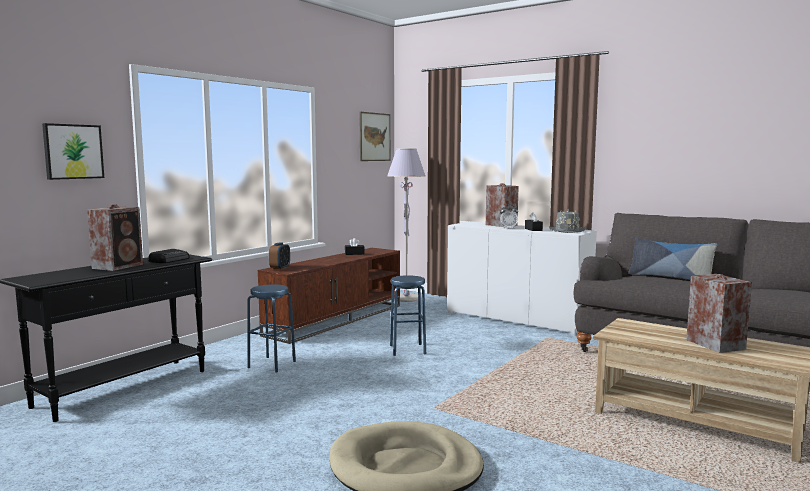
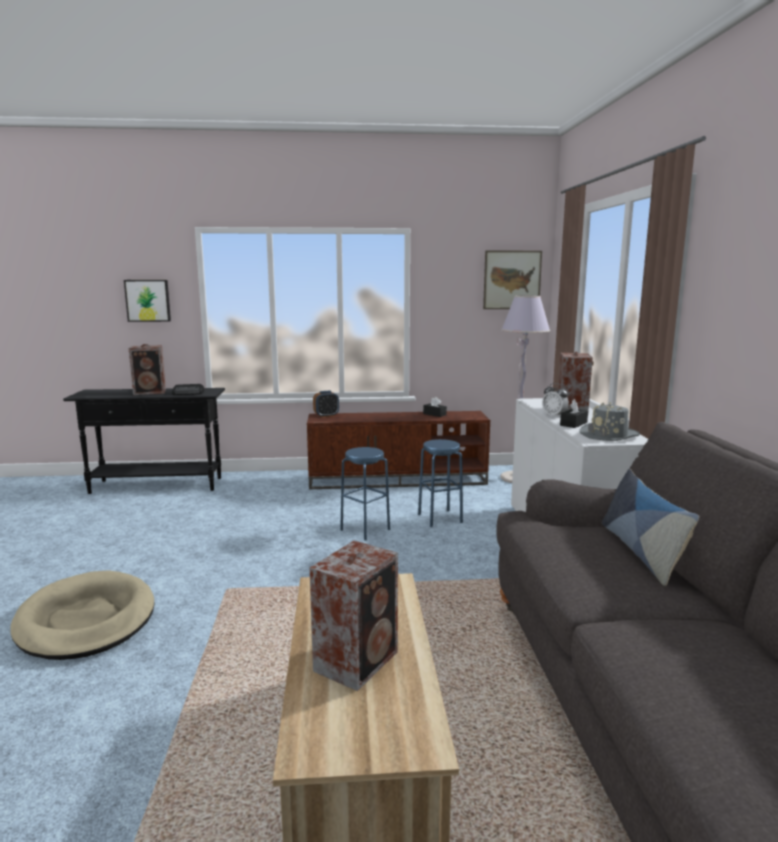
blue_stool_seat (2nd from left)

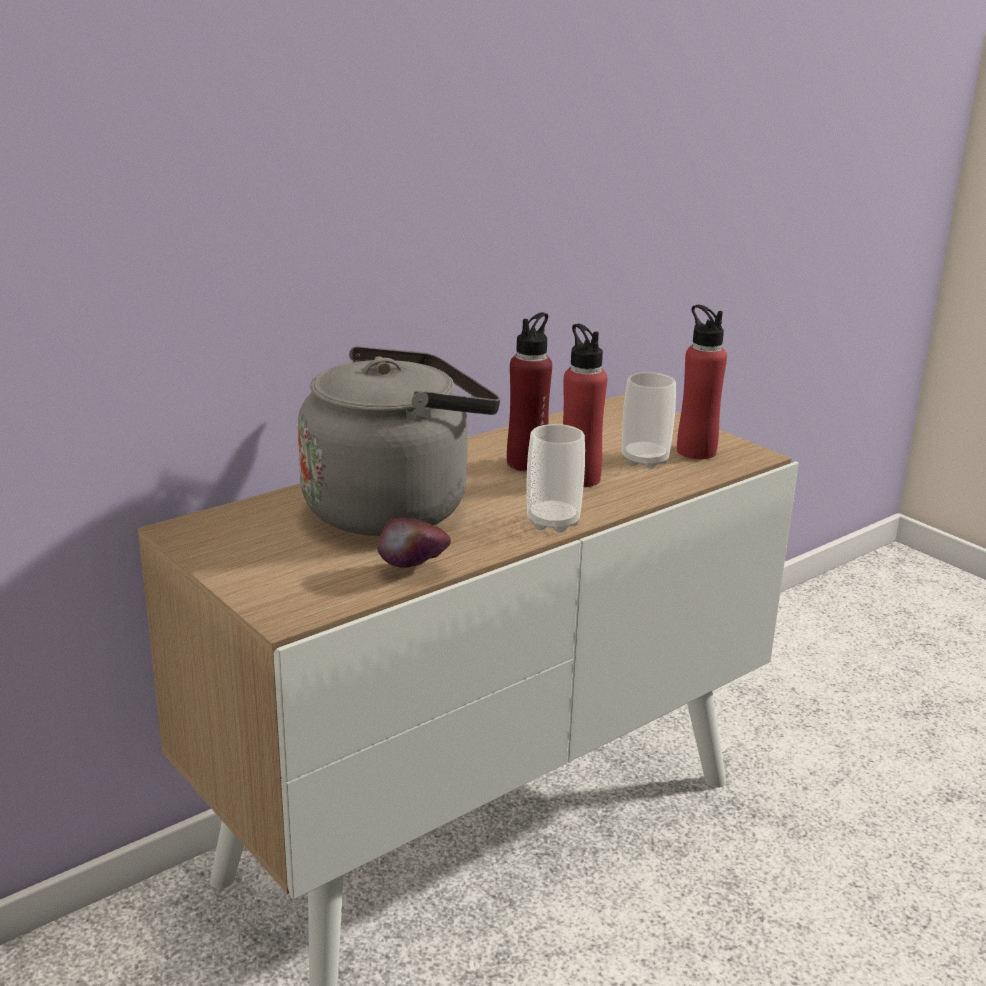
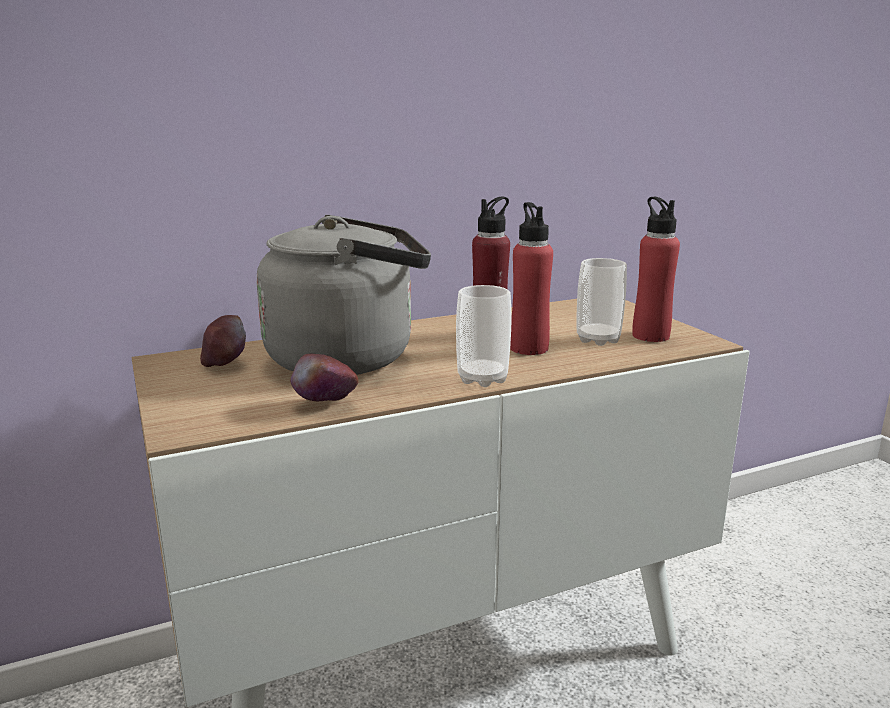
apple_fruit (1st from left)

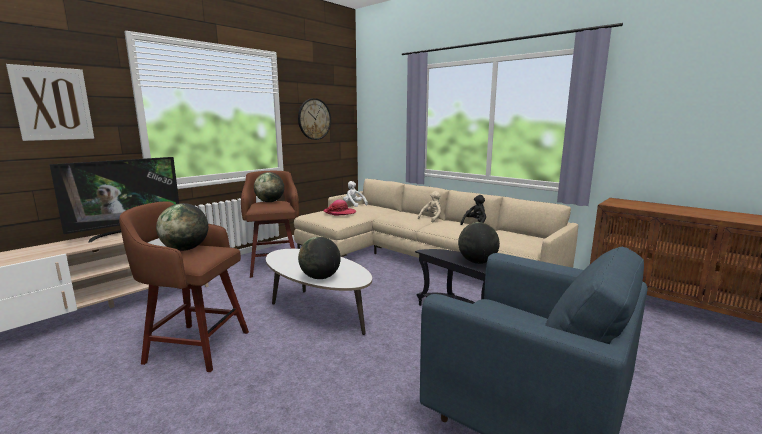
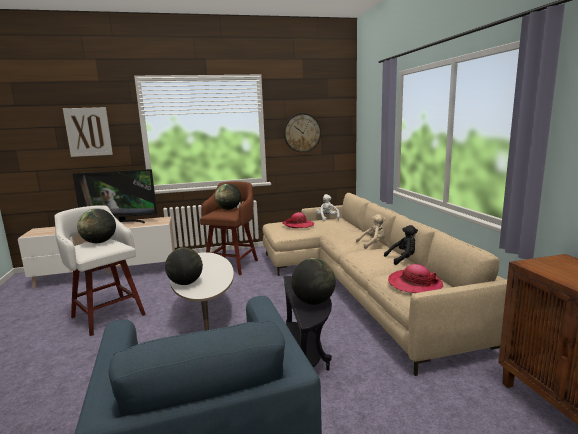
whitish_stool_seat
hat (2nd from left)

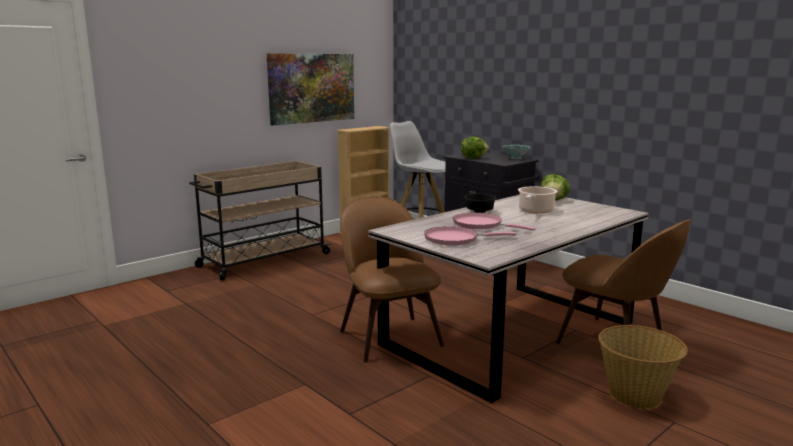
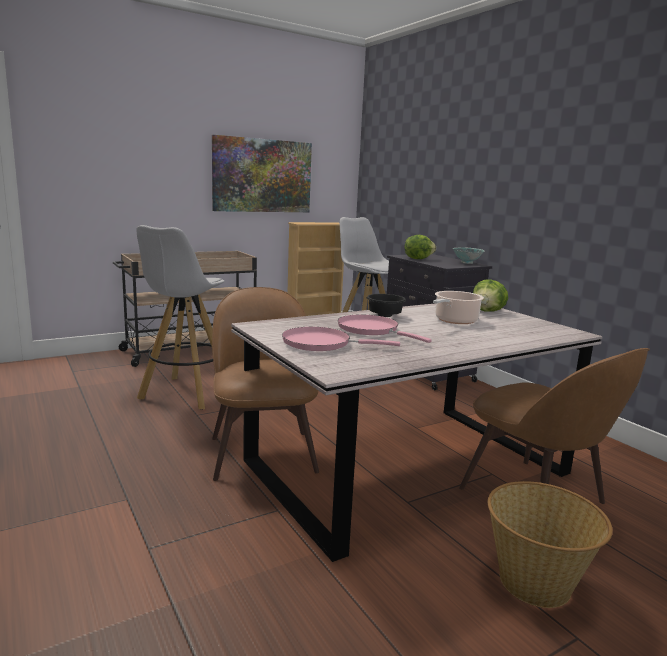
whitish_stool_seat (1st from left)

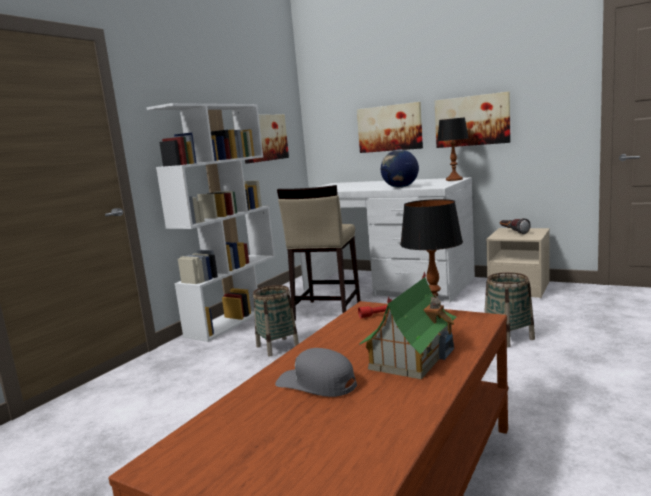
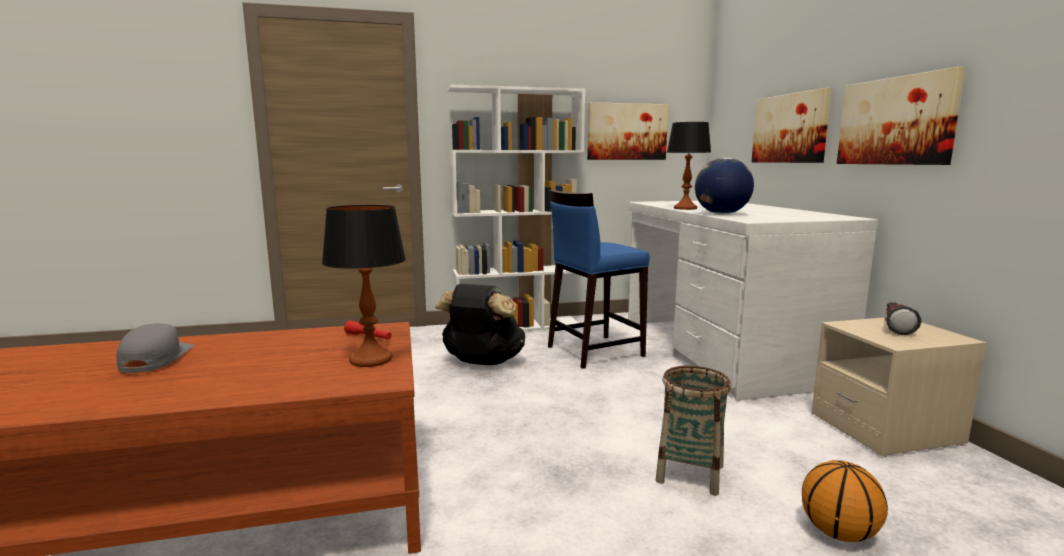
black-coloured_rucksack
blue_stool_seat
tabletop_lamp (2nd from left)
ball_for_basketball
miniature_house

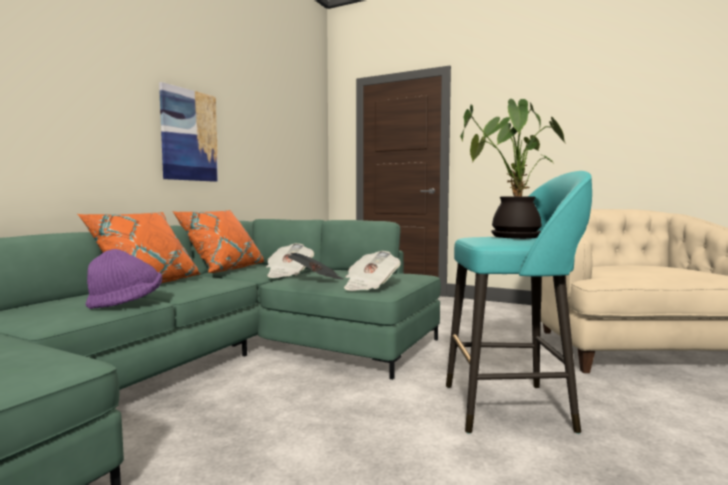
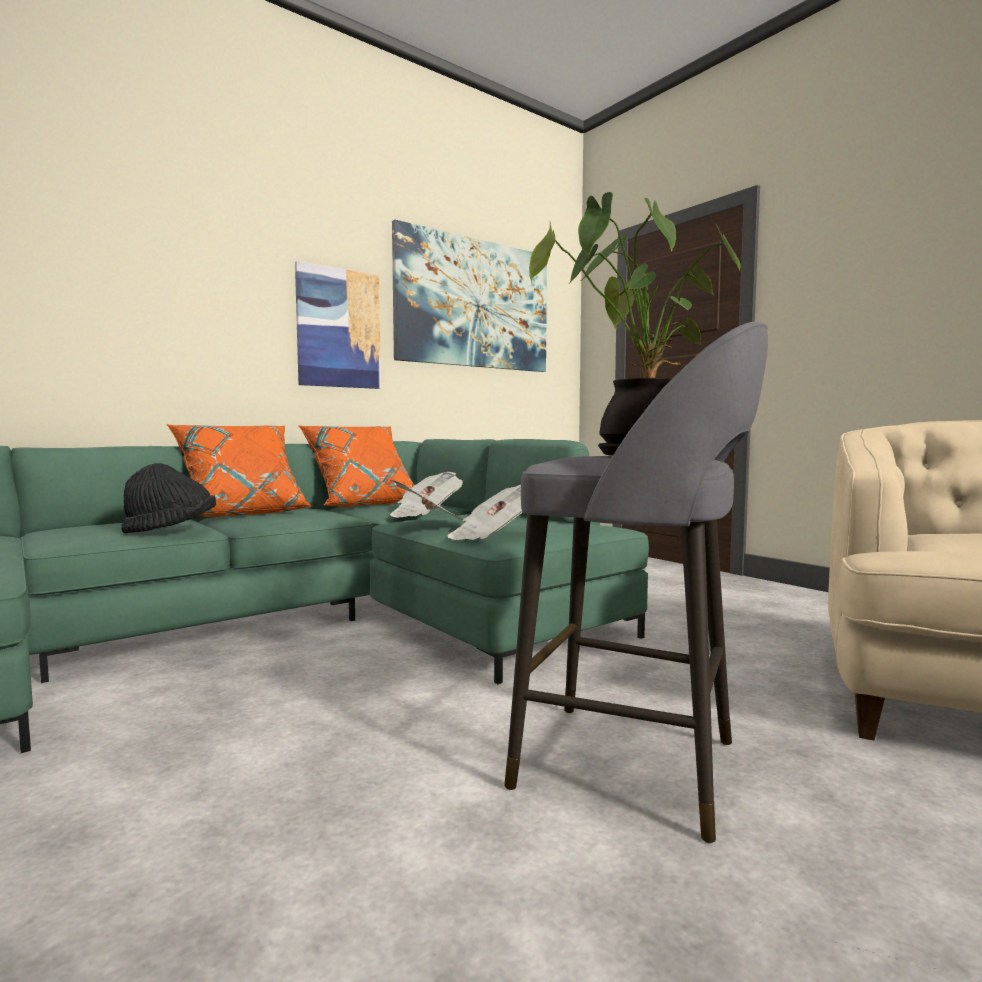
black-coloured_hat
wall_art (2nd from left)
gray_stool_seat

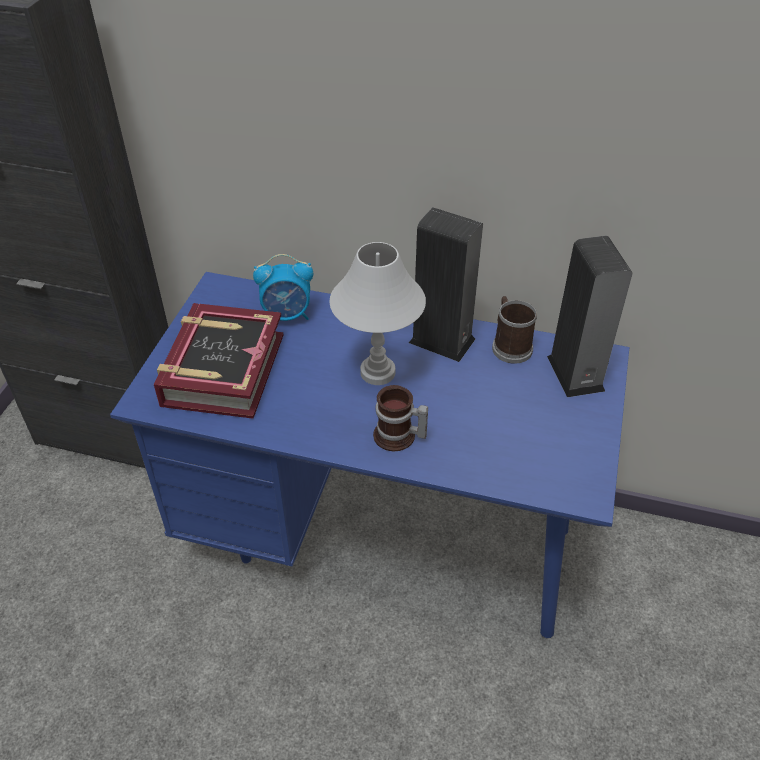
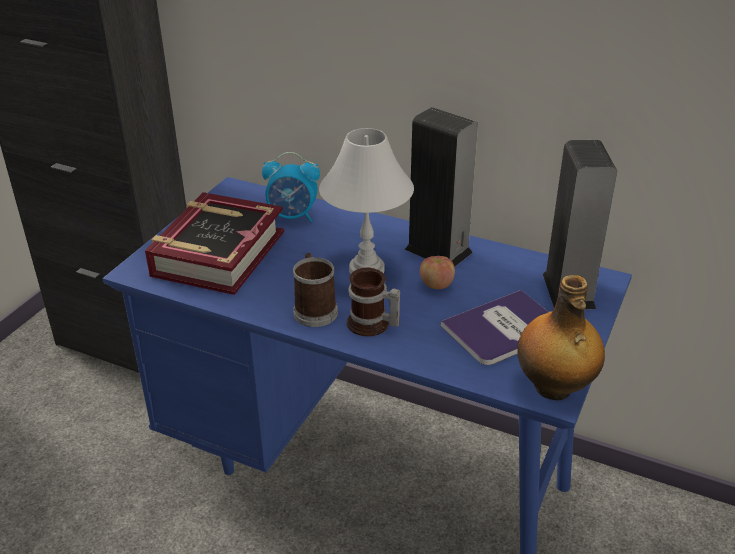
coffee_mug (1st from left)
apple_fruit
bound_book (2nd from left)
bottle

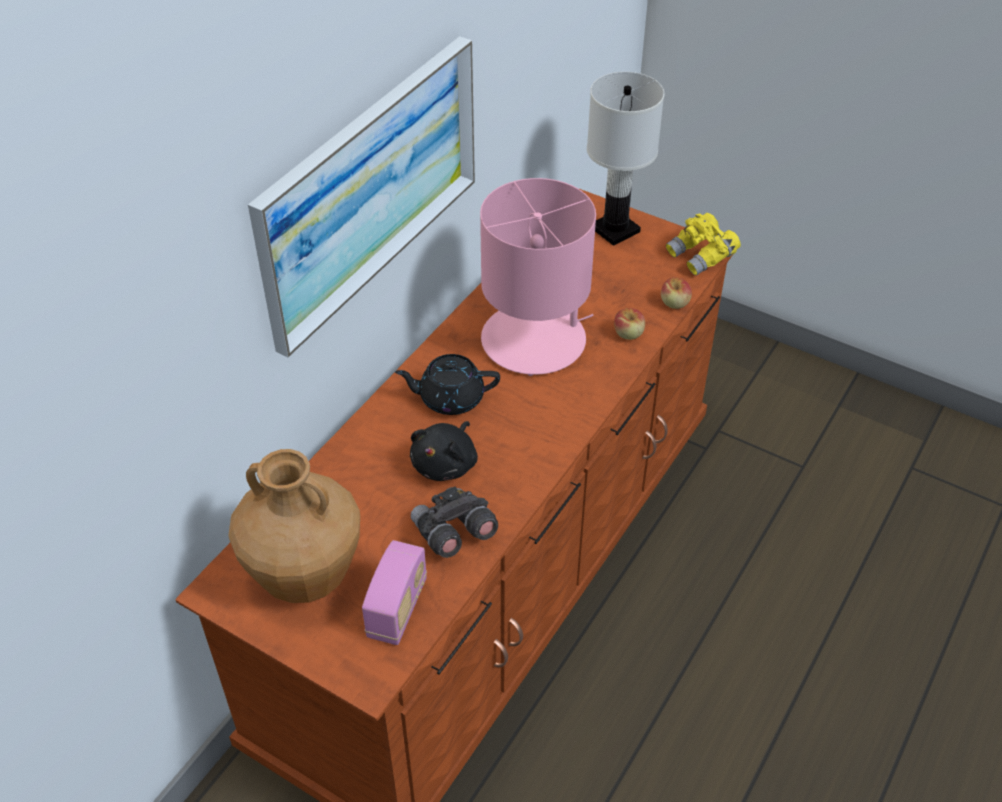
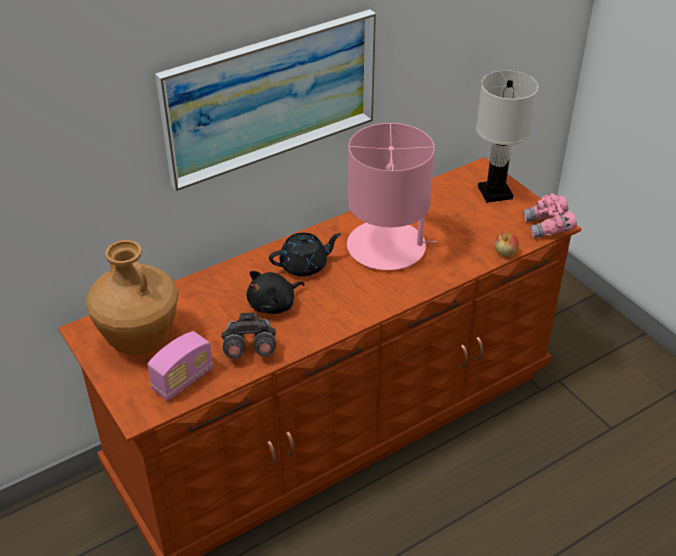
black-coloured_tea_pot
pinkish_binoculars
apple_fruit (1st from left in the first image)

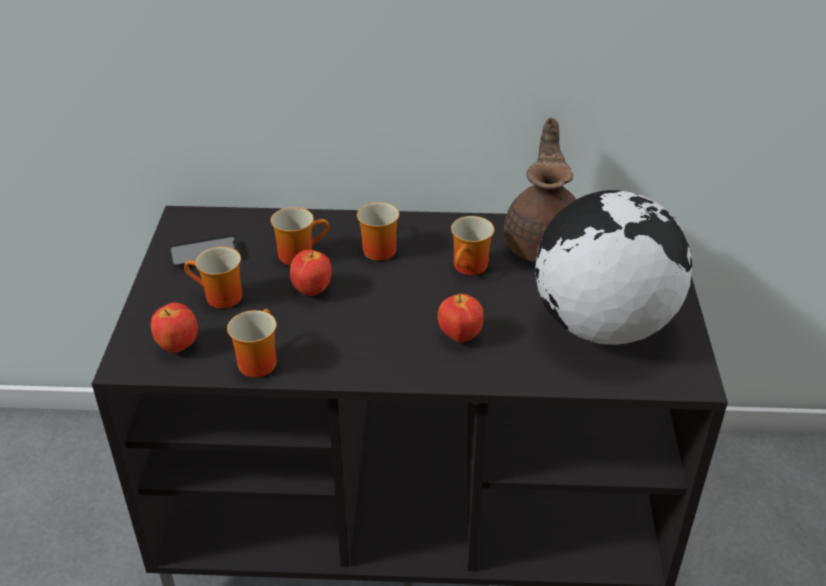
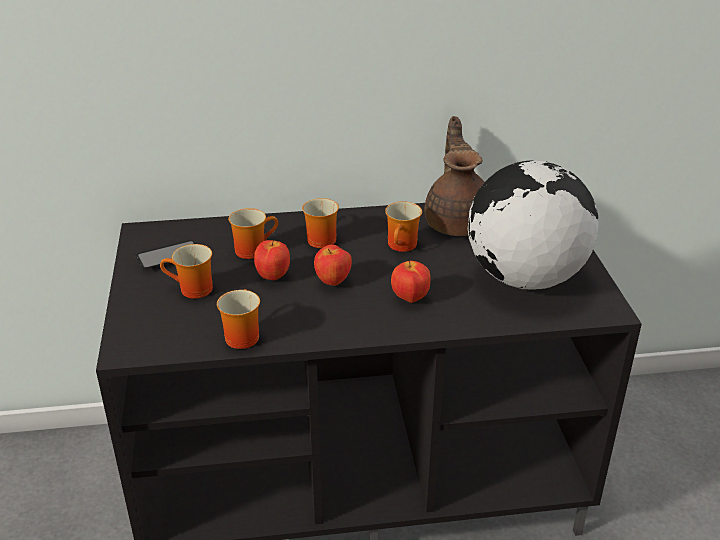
apple_fruit (2nd from left)

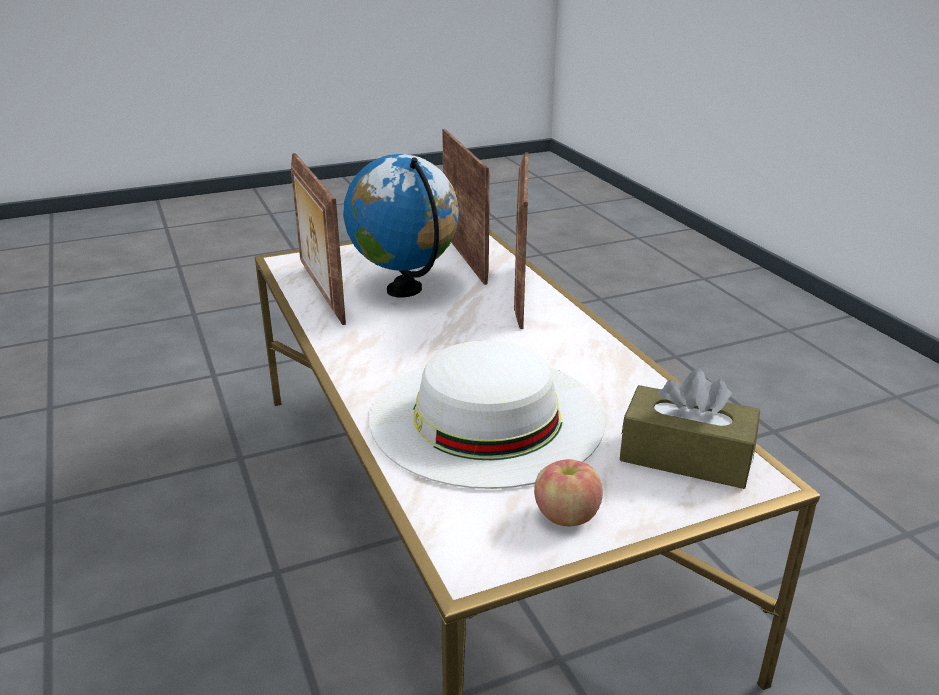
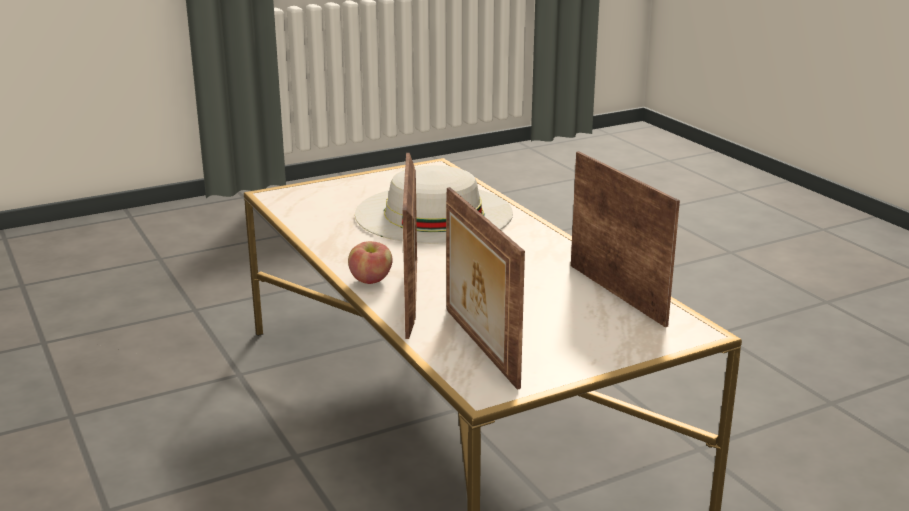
apple_fruit
desk_globe
brown-coloured_tissue_holder

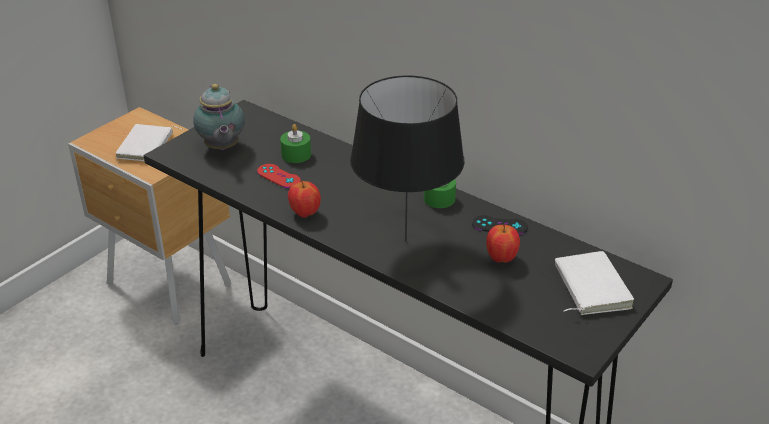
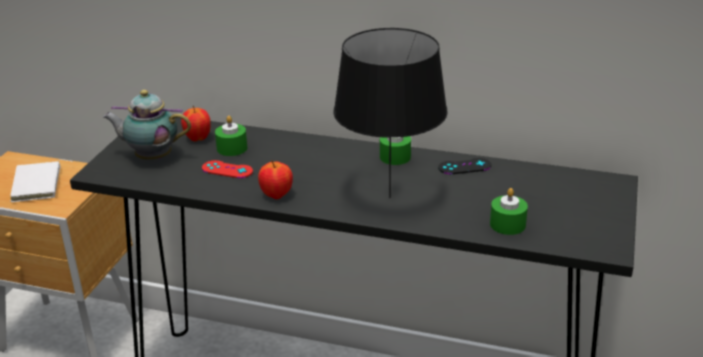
tea_pot
apple_fruit (1st from left)
greenish_wax_candle (3rd from left)
whitish_bound_book (2nd from left in the first image)

